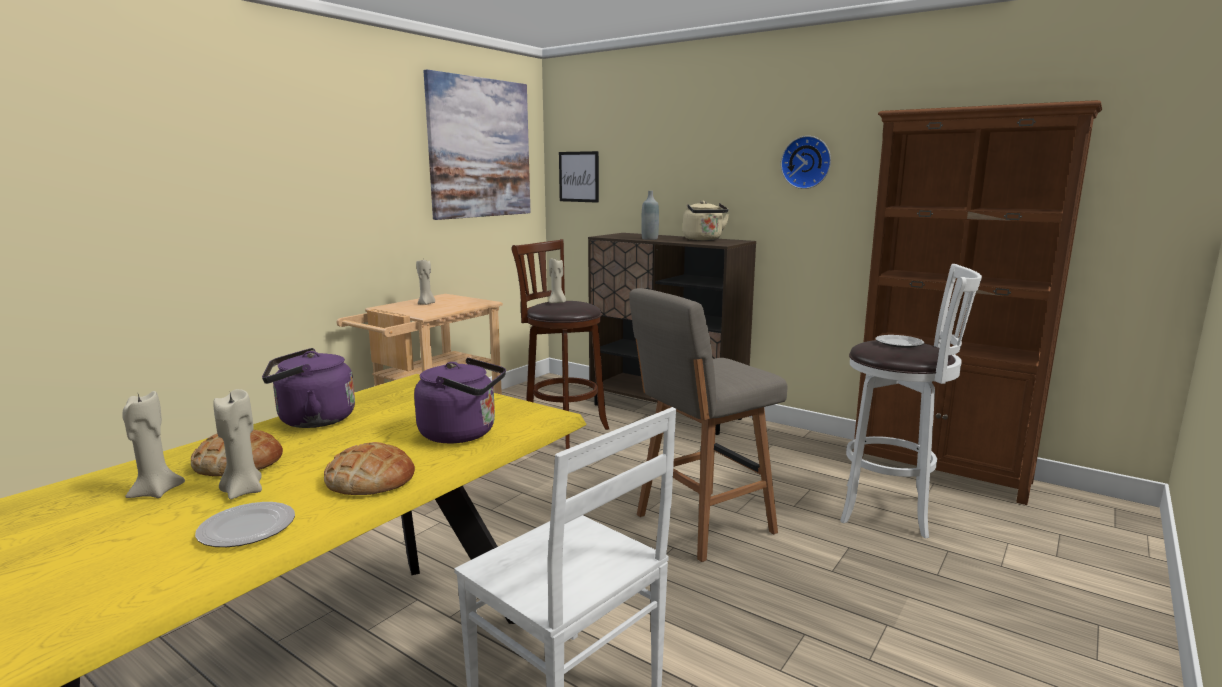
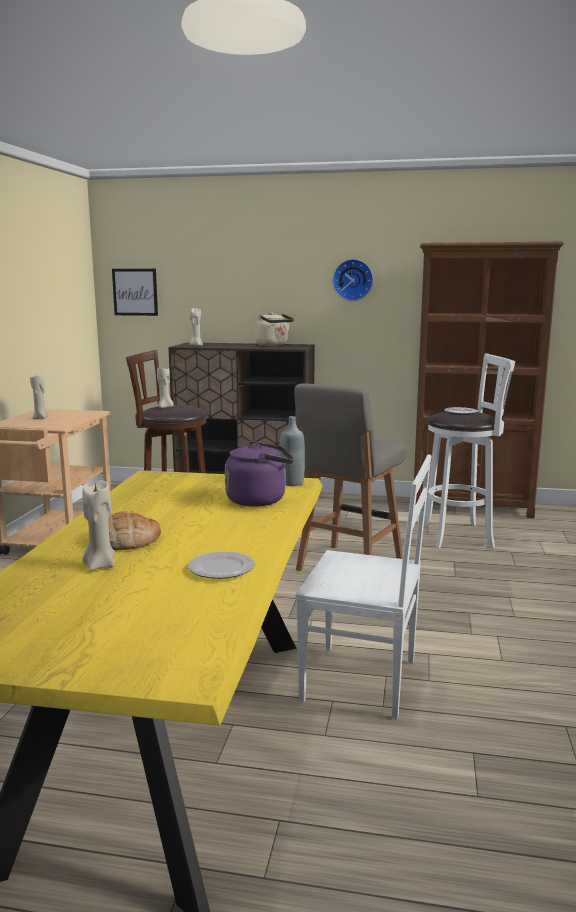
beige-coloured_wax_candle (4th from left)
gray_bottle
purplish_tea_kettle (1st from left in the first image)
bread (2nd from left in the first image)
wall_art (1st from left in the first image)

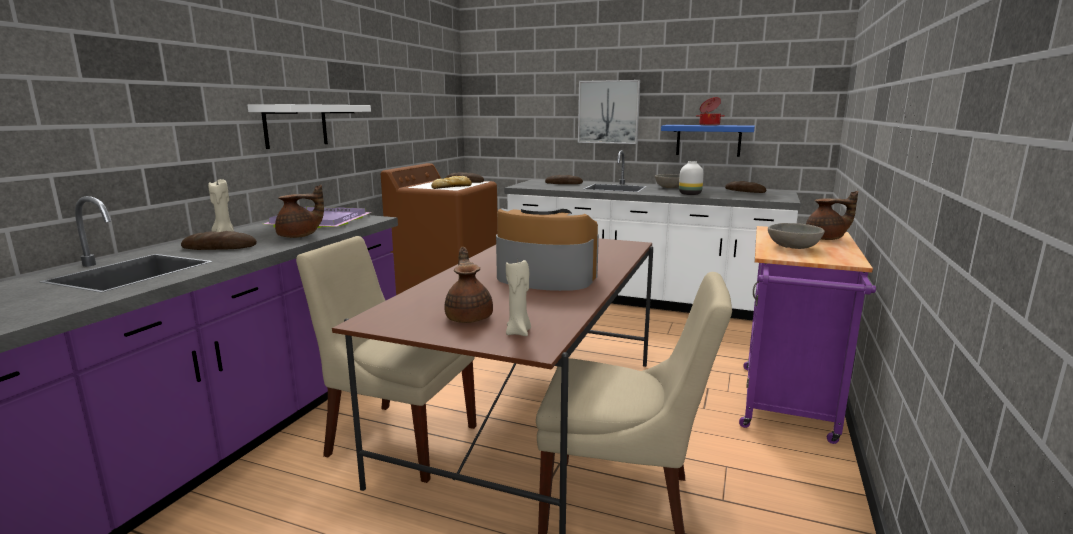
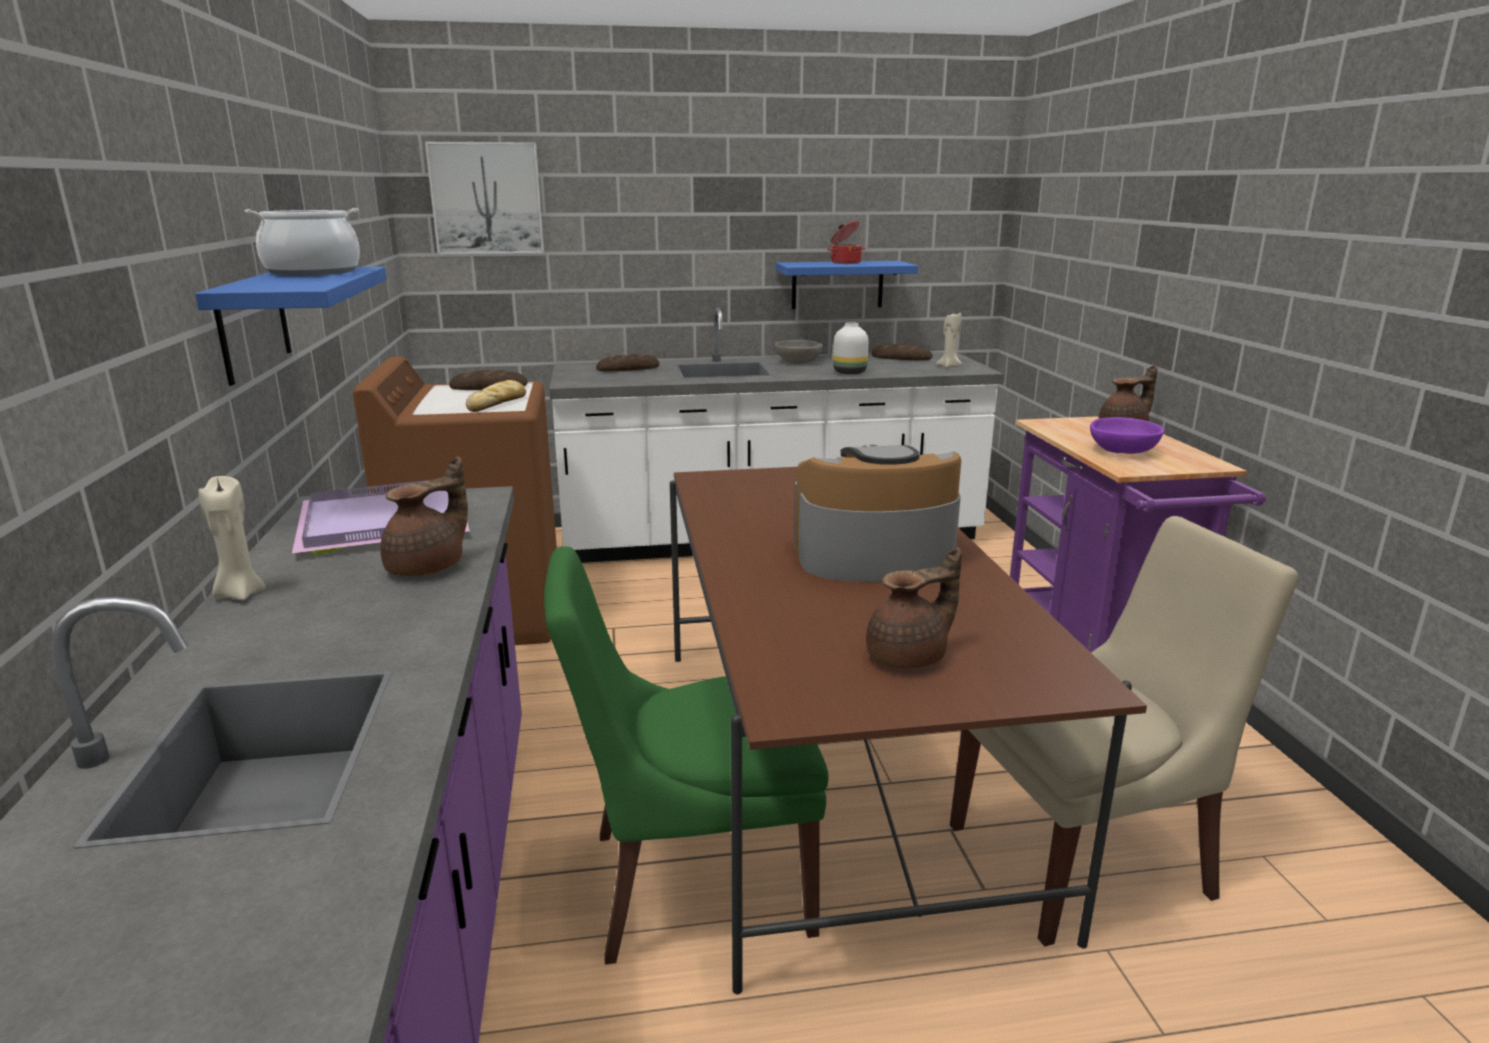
blue_shelf (1st from left)
stockpot (1st from left)
wall_art
greenish_upright_chair
brown-coloured_tea_pot (2nd from left)
beige-coloured_wax_candle (2nd from left)
purplish_deep_dish
bread (1st from left in the first image)

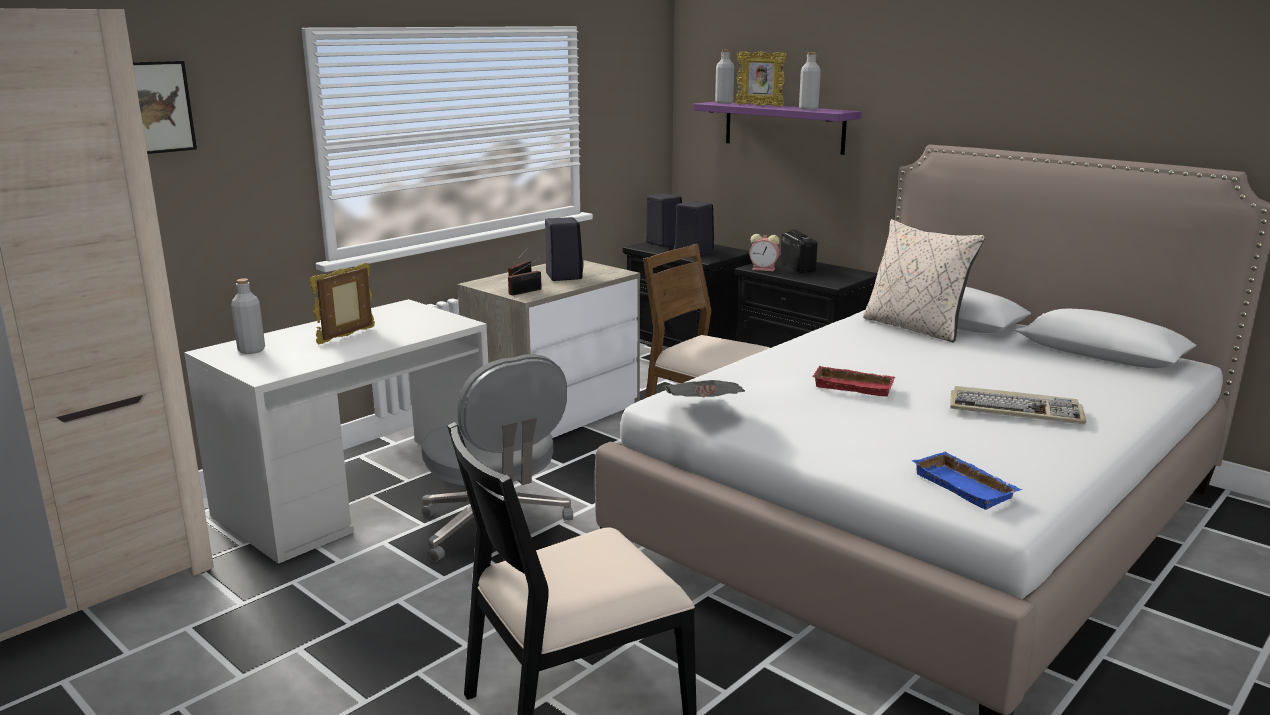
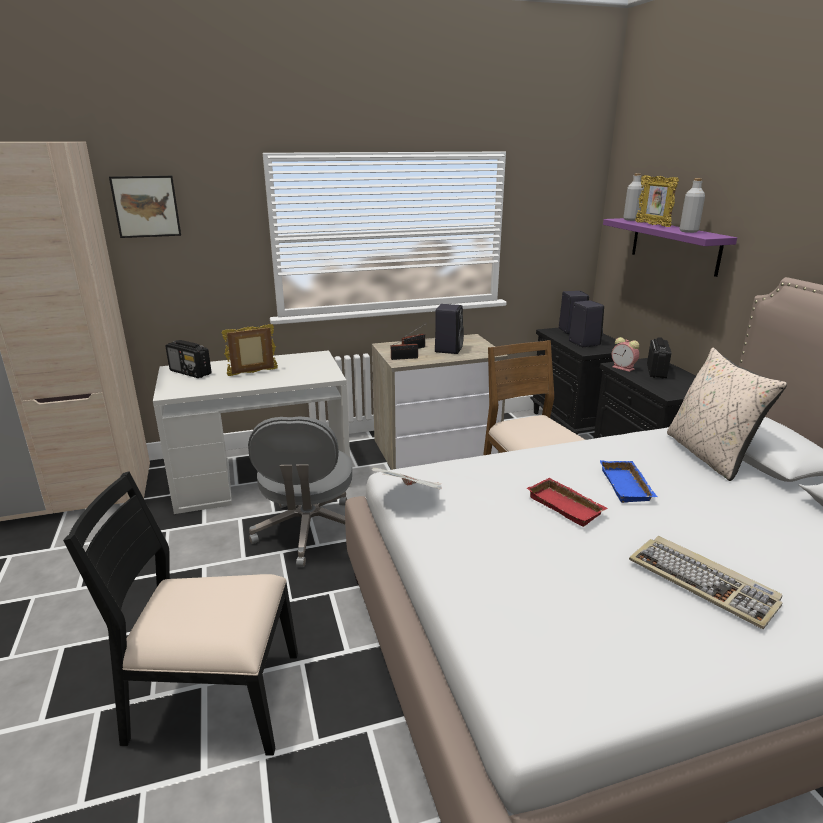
radio_receiver (1st from left)
blue_serving_tray

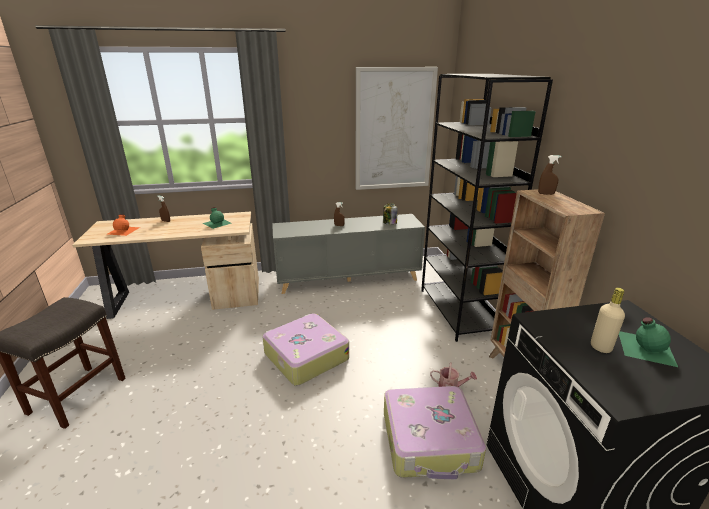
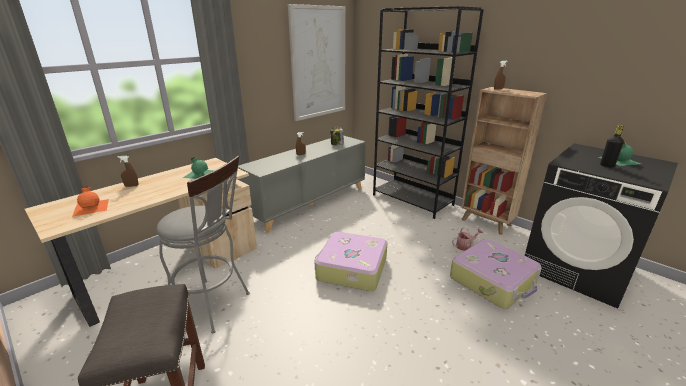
gray_stool_seat (2nd from left)
black-coloured_bottle

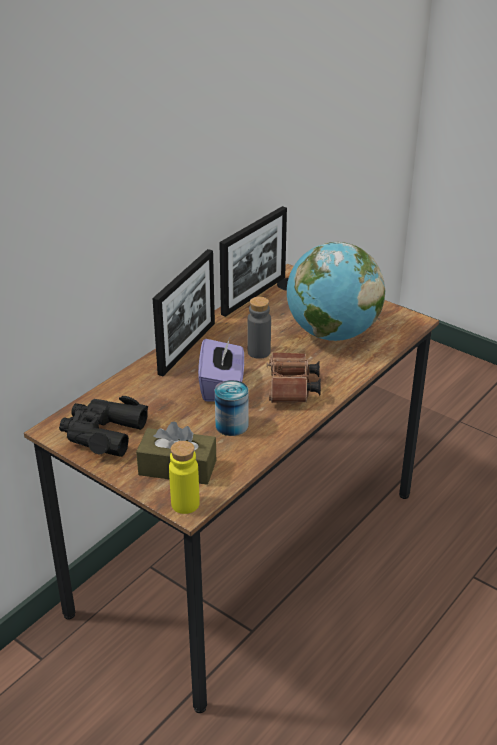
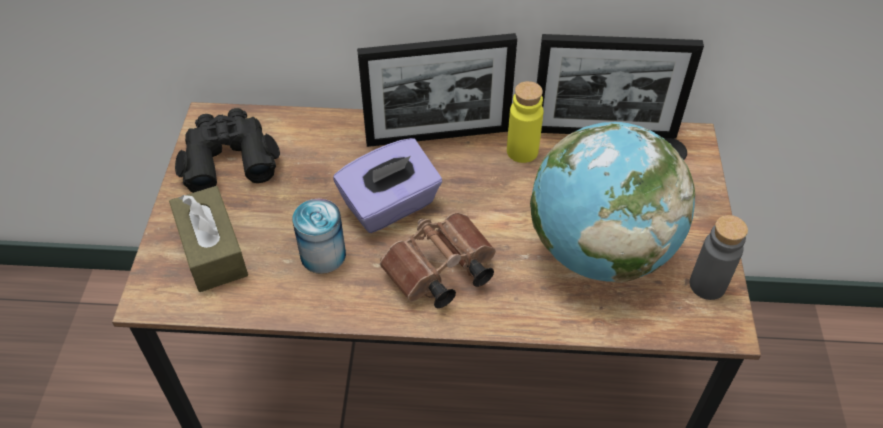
yellow_bottle
gray_bottle

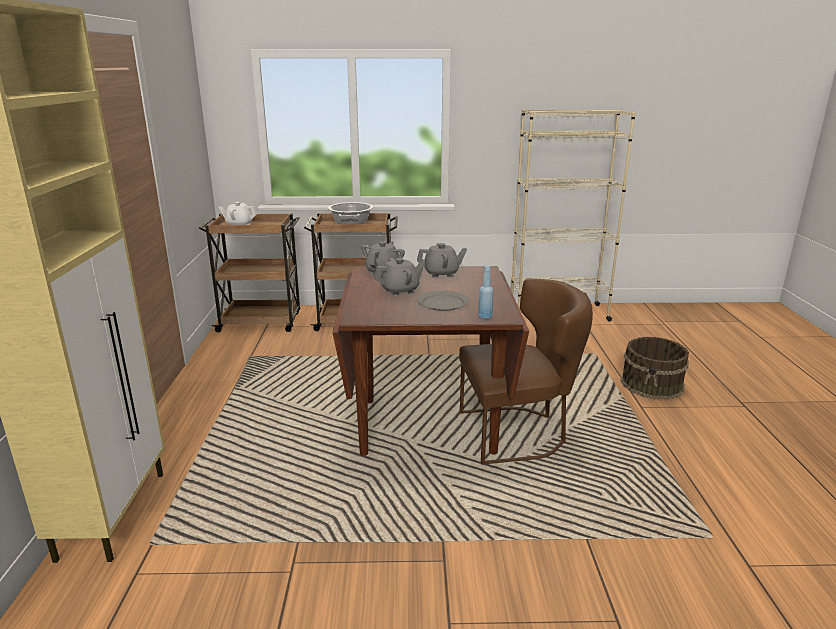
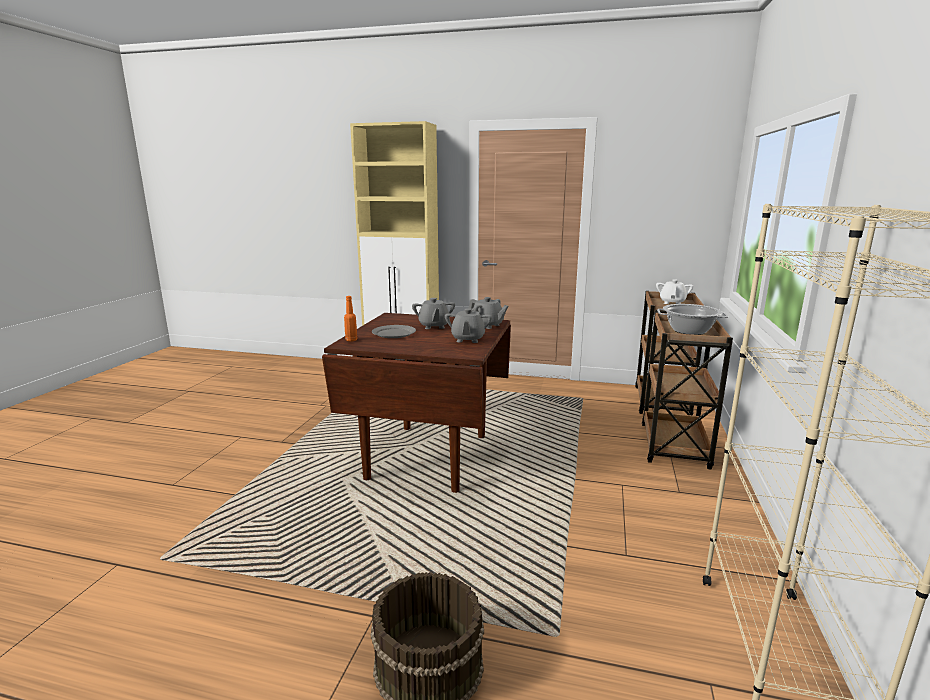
orange_bottle
brown-coloured_upright_chair

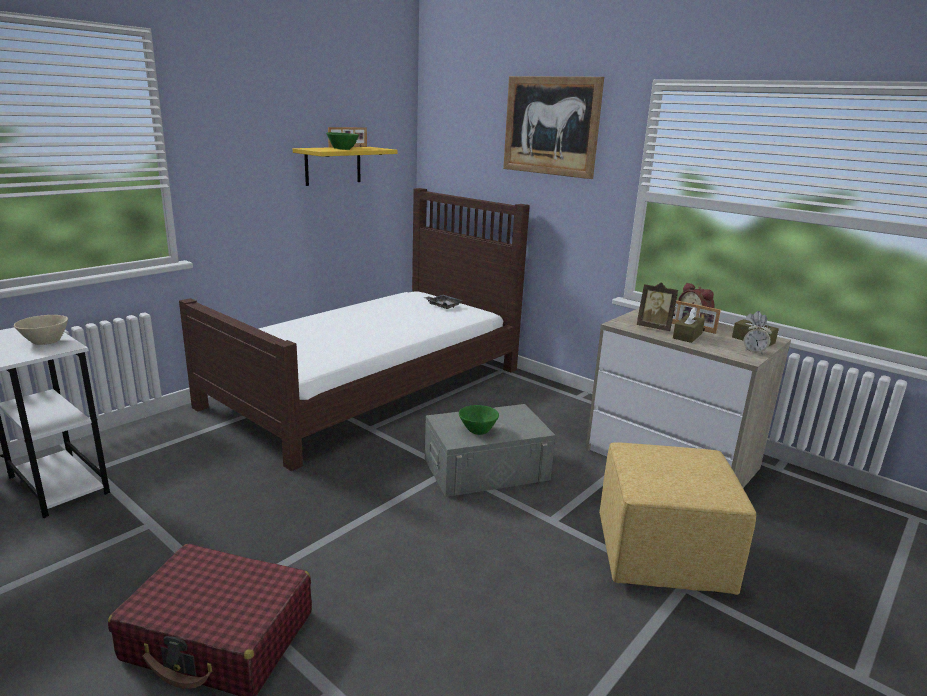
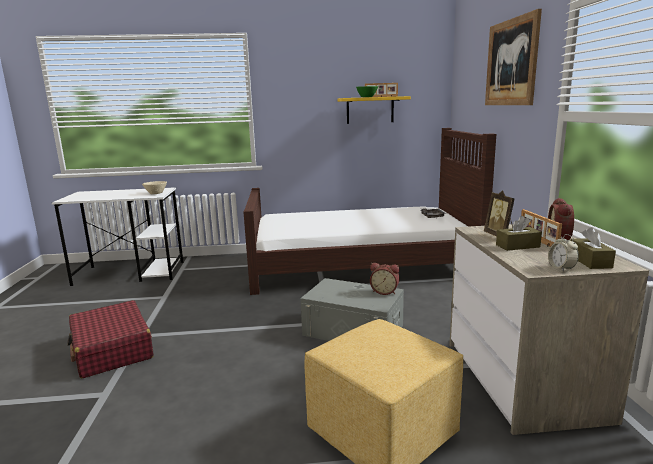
bedside_clock (1st from left)
greenish_deep_dish (2nd from left in the first image)

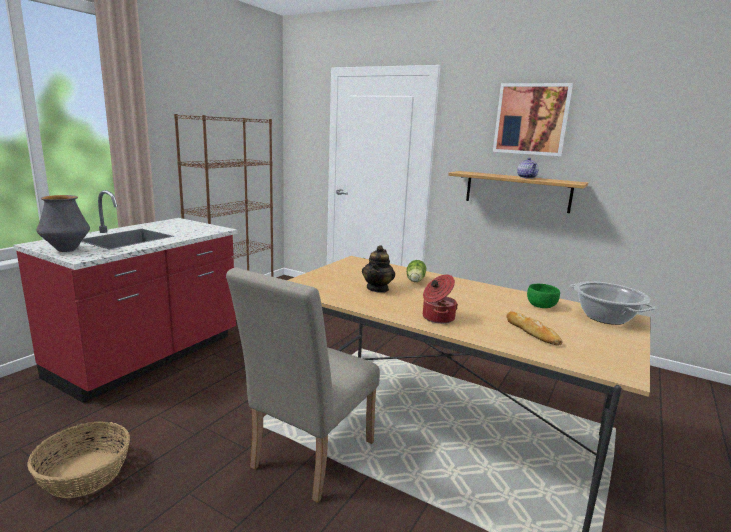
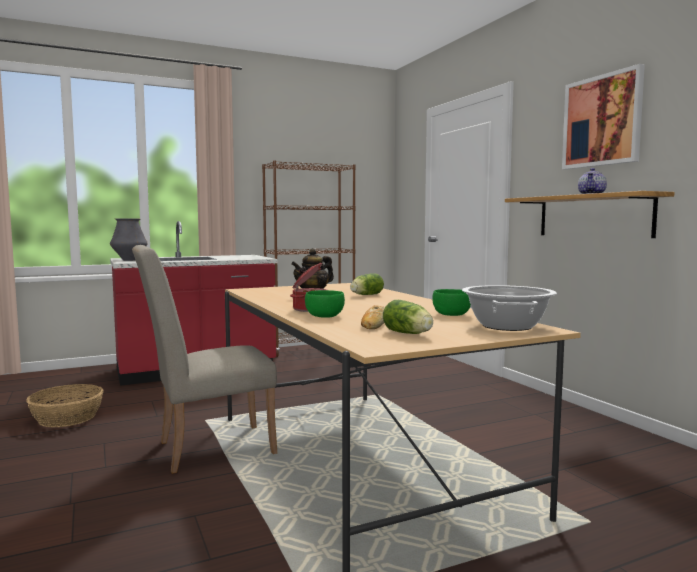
greenish_deep_dish (1st from left)
lettuce_head (2nd from left)

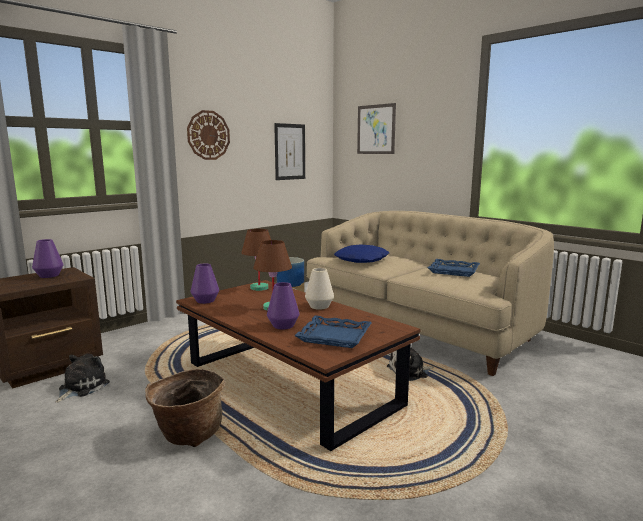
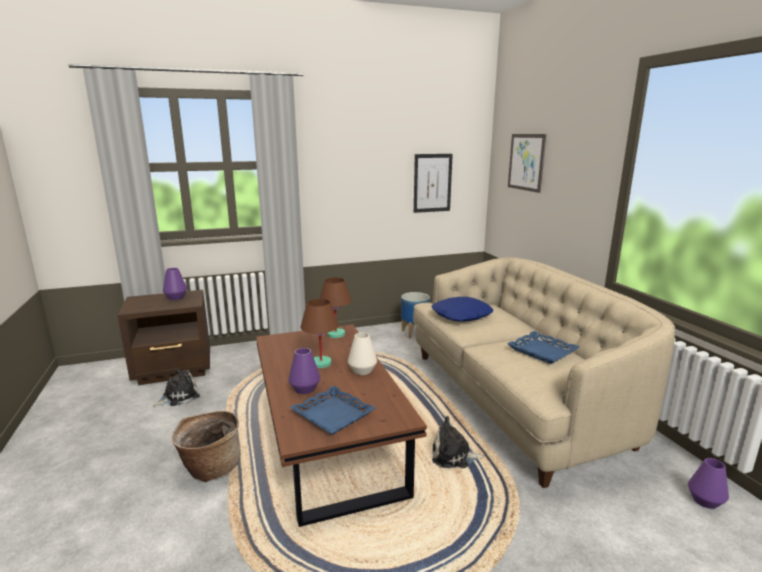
purplish_flower_vase (3rd from left)
clock_on_the_wall

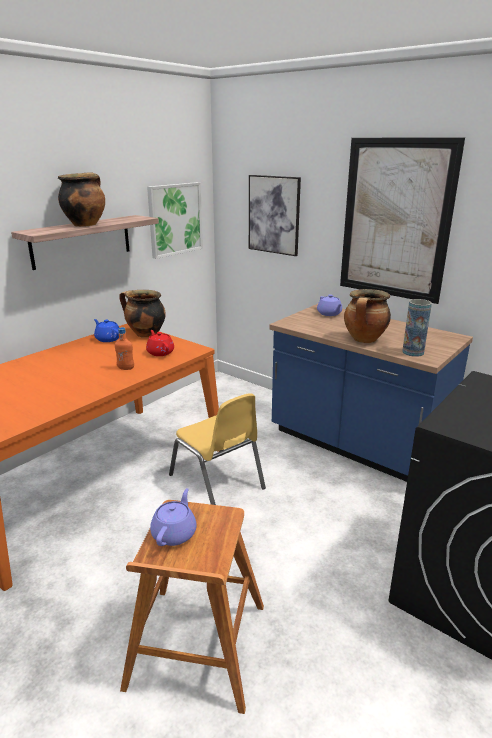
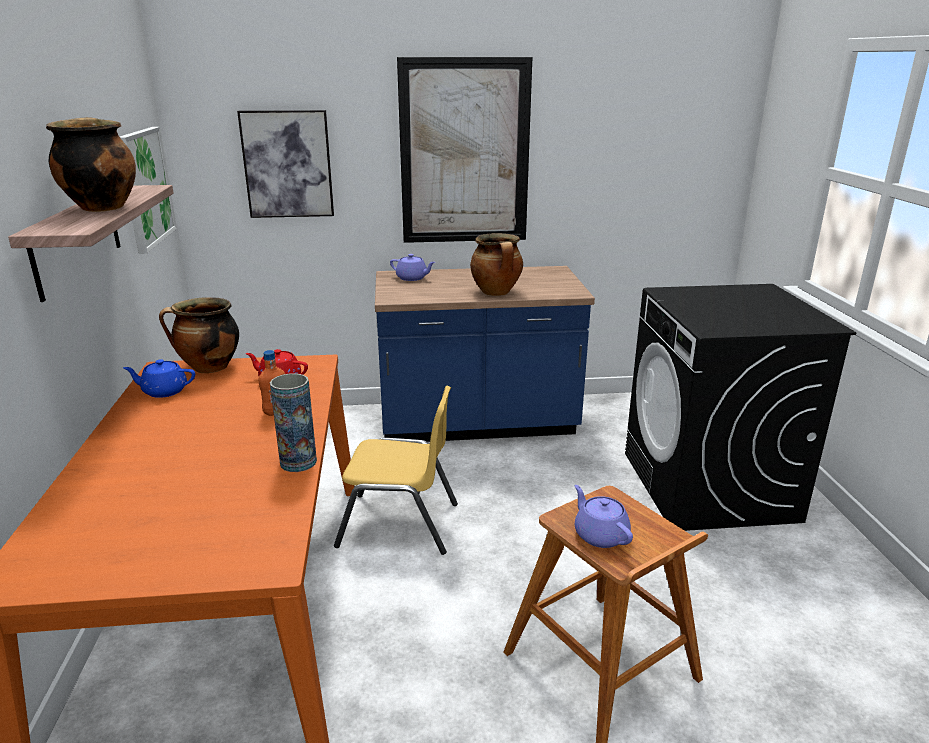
flower_vase

